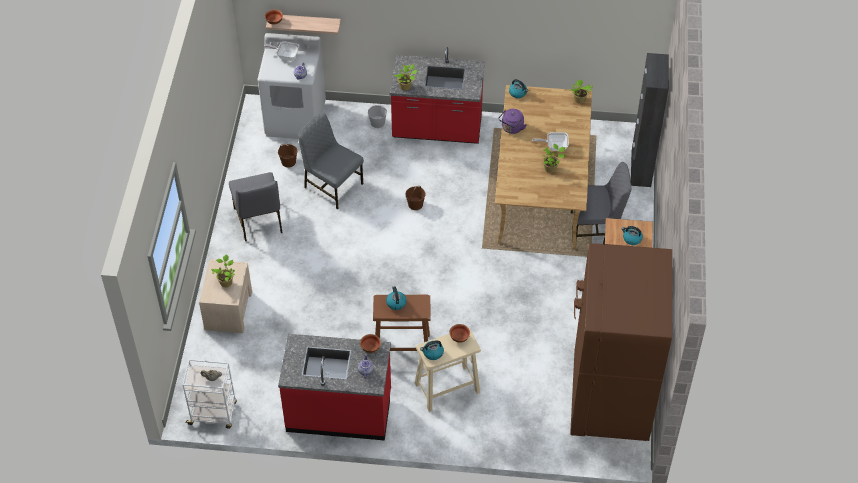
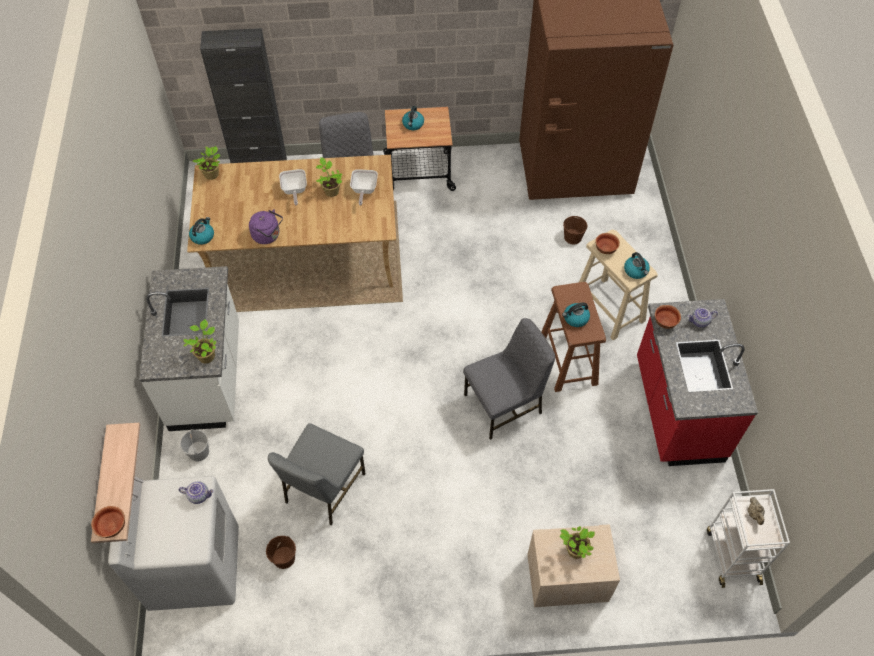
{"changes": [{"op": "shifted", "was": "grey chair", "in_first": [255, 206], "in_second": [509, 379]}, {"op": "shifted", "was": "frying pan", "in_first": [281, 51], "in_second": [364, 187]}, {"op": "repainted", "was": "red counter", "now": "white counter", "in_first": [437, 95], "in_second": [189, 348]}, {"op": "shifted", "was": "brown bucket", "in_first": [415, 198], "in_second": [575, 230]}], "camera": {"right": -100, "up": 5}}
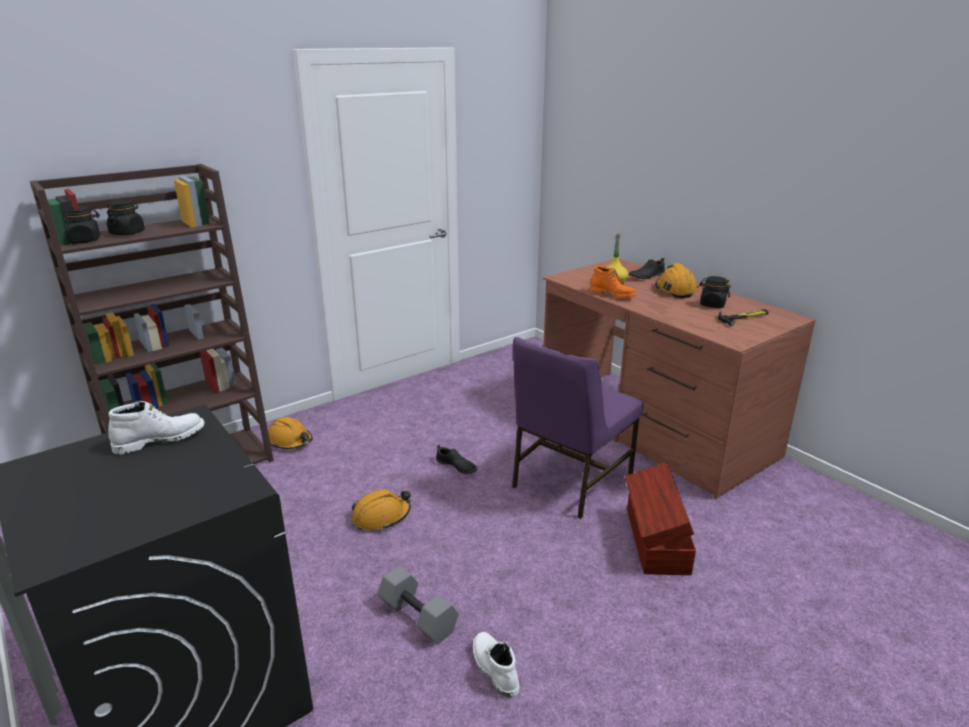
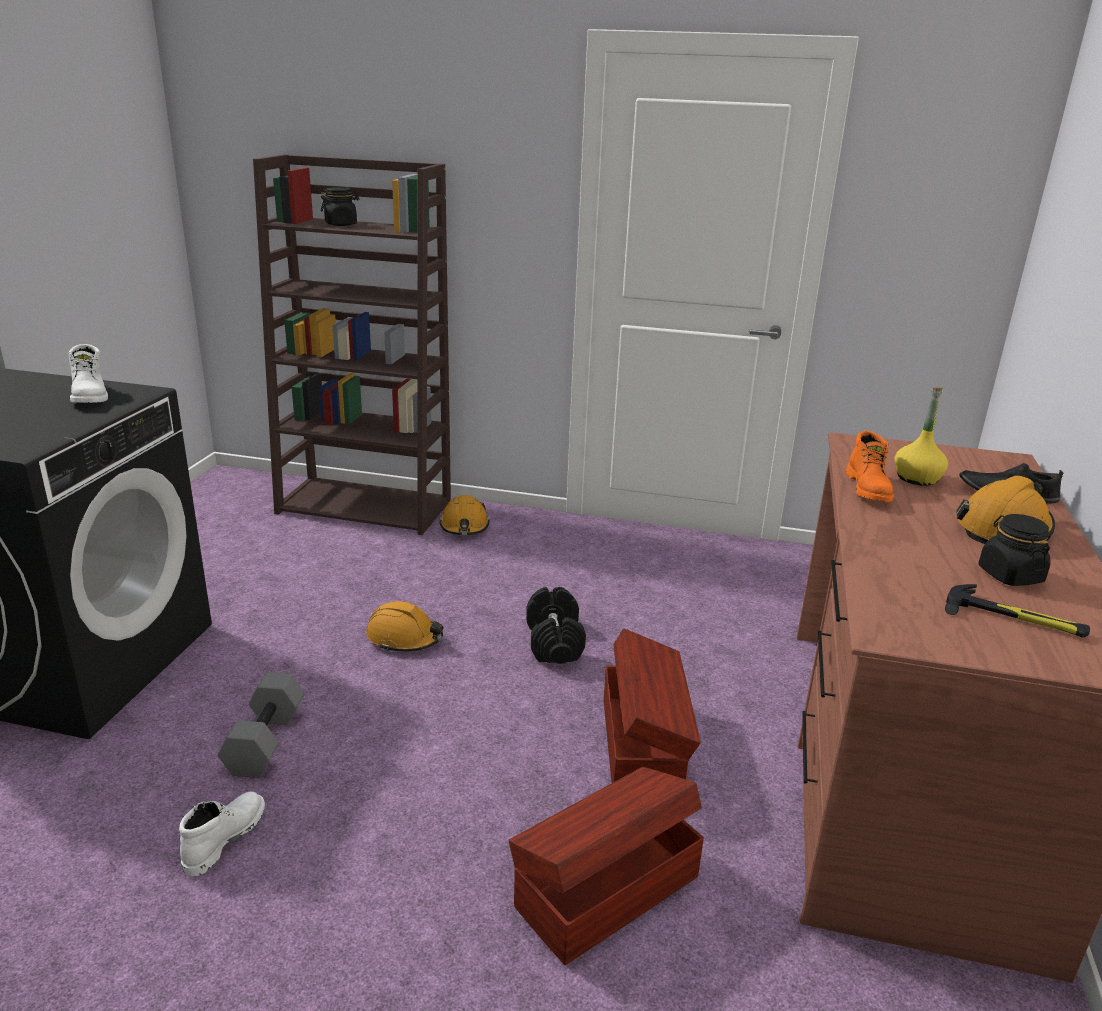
{"changes": [{"op": "gone", "was": "black jar", "in_first": [81, 224]}, {"op": "rotated", "was": "white boot", "in_first": [156, 427], "in_second": [88, 373], "clockwise": 45}, {"op": "swapped", "was": "black shoe", "now": "black dumbbell", "in_first": [456, 459], "in_second": [556, 625]}, {"op": "swapped", "was": "purple chair", "now": "brown storage box", "in_first": [577, 428], "in_second": [652, 705]}], "camera": {"right": 50, "up": 0}}
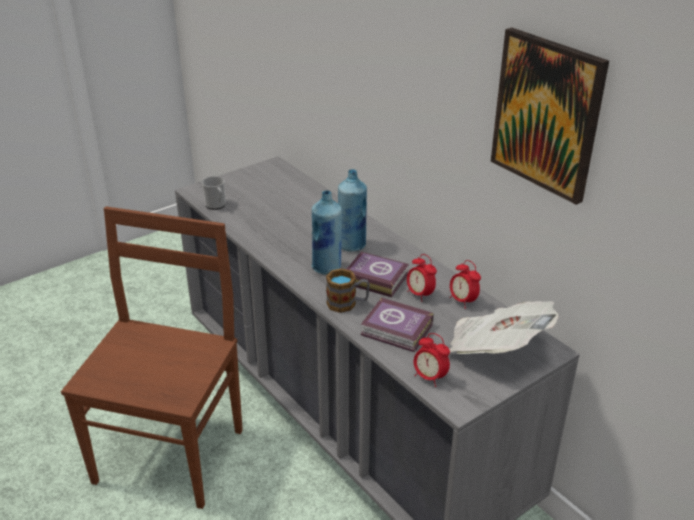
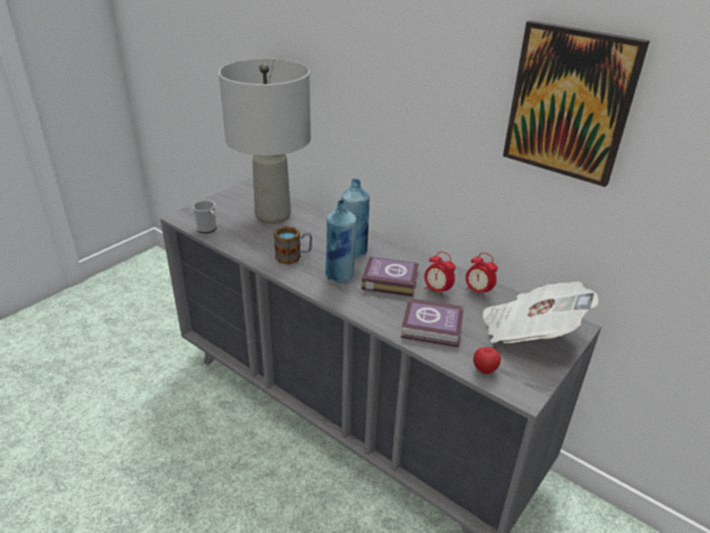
{"changes": [{"op": "gone", "was": "brown chair", "in_first": [152, 358]}, {"op": "shifted", "was": "mug", "in_first": [348, 290], "in_second": [293, 245]}, {"op": "swapped", "was": "alarm clock", "now": "apple", "in_first": [432, 360], "in_second": [487, 360]}, {"op": "new", "now": "grey table lamp", "in_second": [265, 141]}], "camera": {"right": -15, "up": 0}}
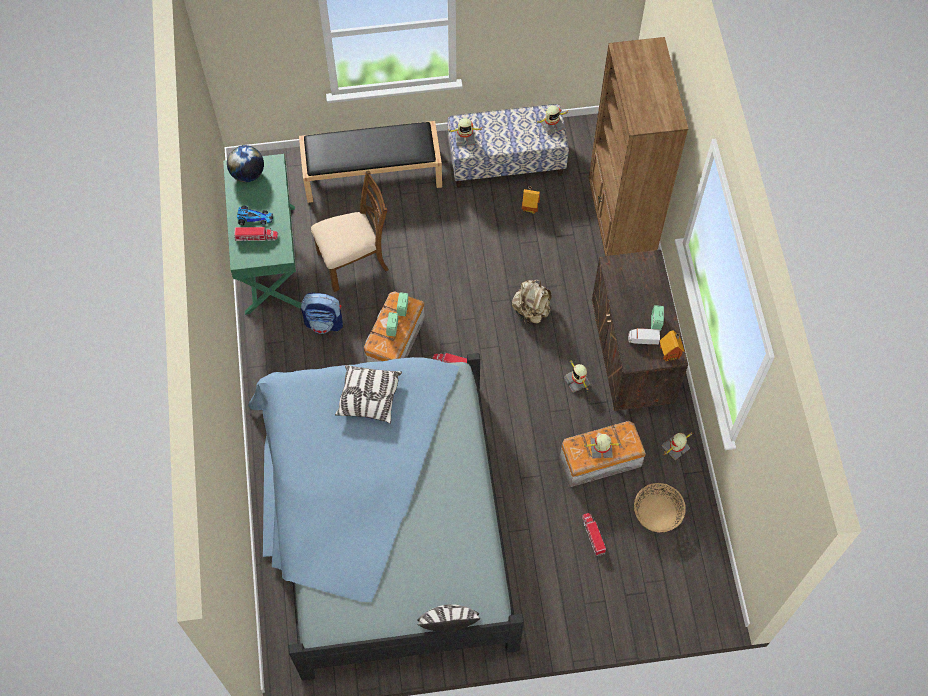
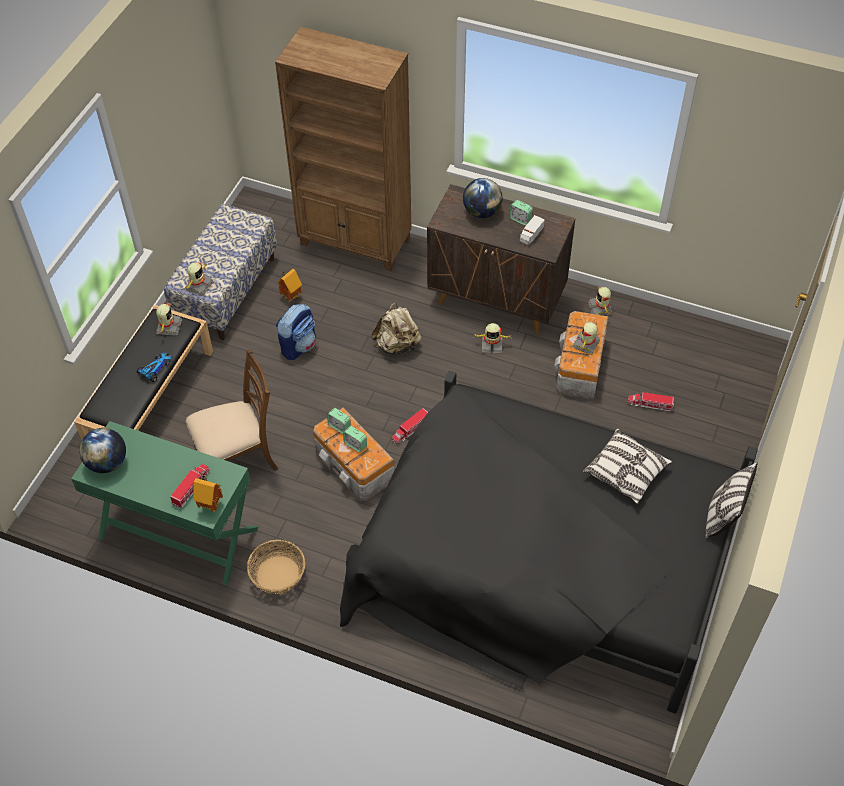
{"changes": [{"op": "shifted", "was": "toy car", "in_first": [255, 215], "in_second": [155, 367]}, {"op": "repainted", "was": "blue bed", "now": "black bed", "in_first": [386, 516], "in_second": [549, 542]}, {"op": "shifted", "was": "backpack", "in_first": [322, 313], "in_second": [296, 332]}, {"op": "rotated", "was": "brown chair", "in_first": [350, 231], "in_second": [232, 410], "clockwise": 60}, {"op": "shifted", "was": "pillow", "in_first": [368, 394], "in_second": [627, 466]}, {"op": "shifted", "was": "toy robot", "in_first": [553, 120], "in_second": [169, 319]}, {"op": "shifted", "was": "basket", "in_first": [660, 508], "in_second": [276, 567]}, {"op": "shifted", "was": "toy house", "in_first": [672, 345], "in_second": [208, 493]}, {"op": "new", "now": "globe", "in_second": [482, 198]}], "camera": {"right": -60, "up": -10}}
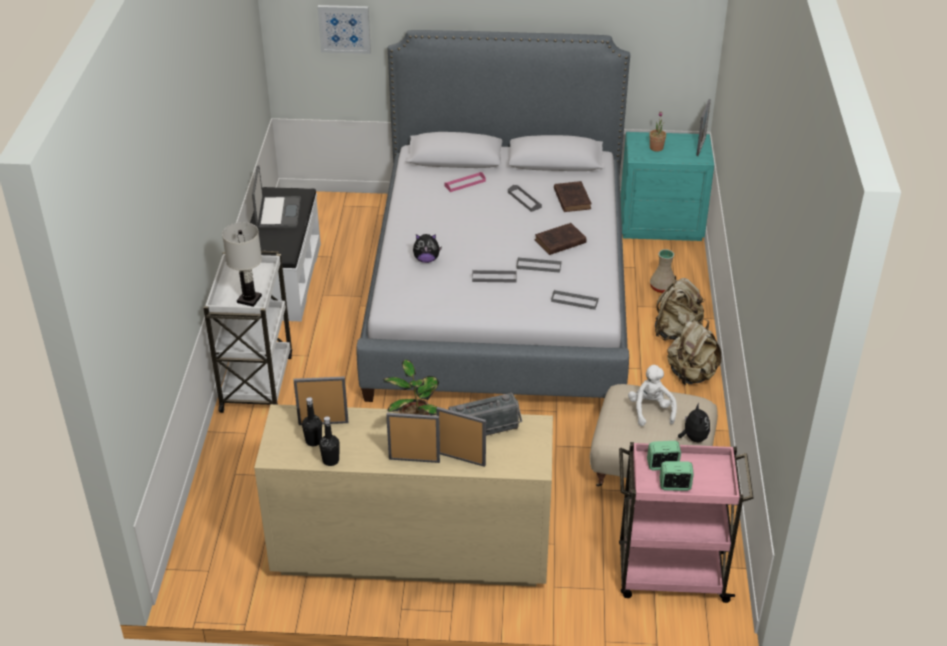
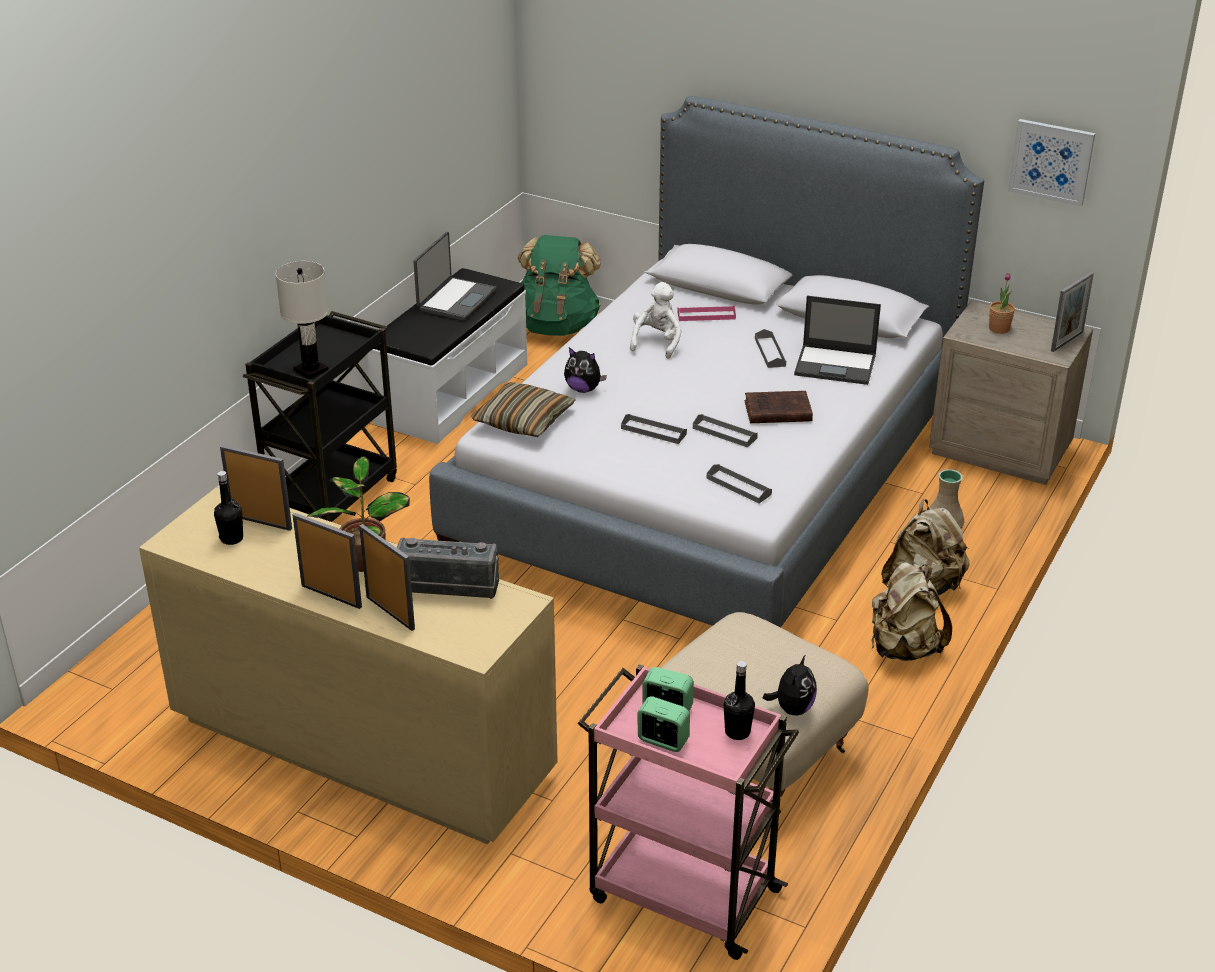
{"changes": [{"op": "repainted", "was": "white cart", "now": "black cart", "in_first": [247, 332], "in_second": [320, 416]}, {"op": "shifted", "was": "picture", "in_first": [344, 29], "in_second": [1051, 163]}, {"op": "shifted", "was": "black bottle", "in_first": [329, 441], "in_second": [739, 700]}, {"op": "swapped", "was": "brown book", "now": "laptop", "in_first": [573, 196], "in_second": [837, 340]}, {"op": "repainted", "was": "turquoise nightstand", "now": "beige nightstand", "in_first": [667, 186], "in_second": [1011, 393]}, {"op": "shifted", "was": "white plush toy", "in_first": [652, 395], "in_second": [655, 320]}, {"op": "new", "now": "pillow", "in_second": [523, 409]}, {"op": "new", "now": "green backpack", "in_second": [559, 285]}], "camera": {"right": 25, "up": -5}}
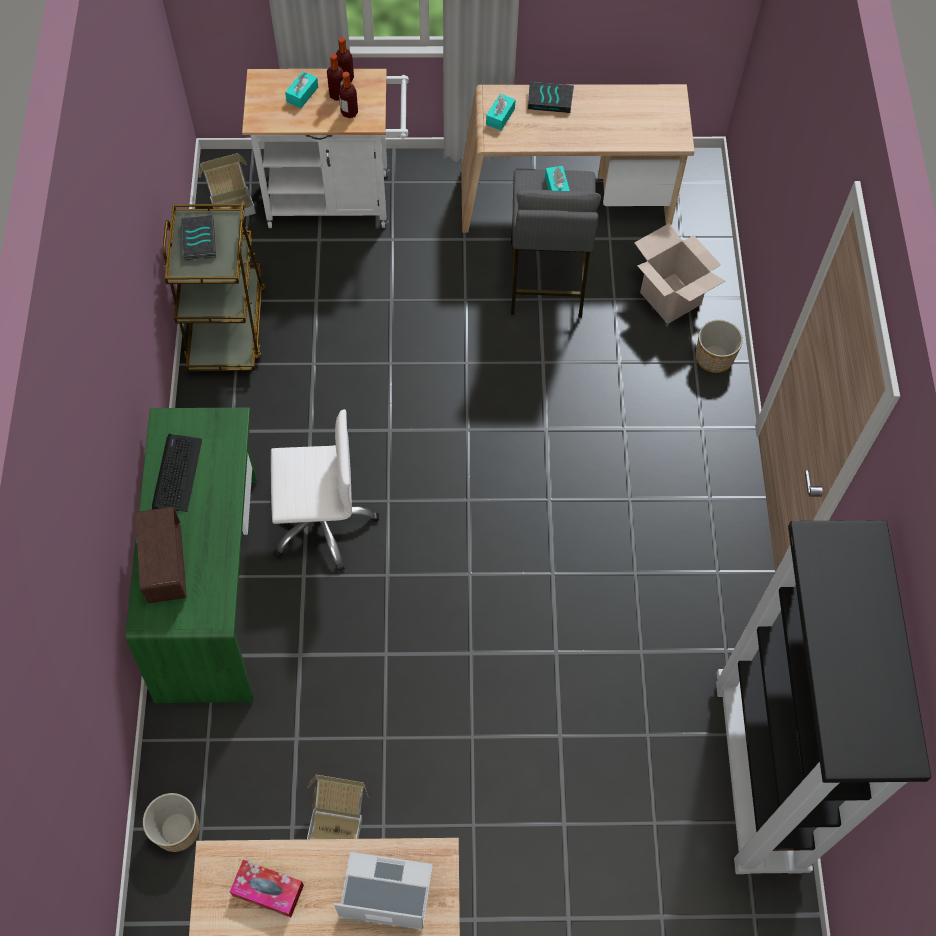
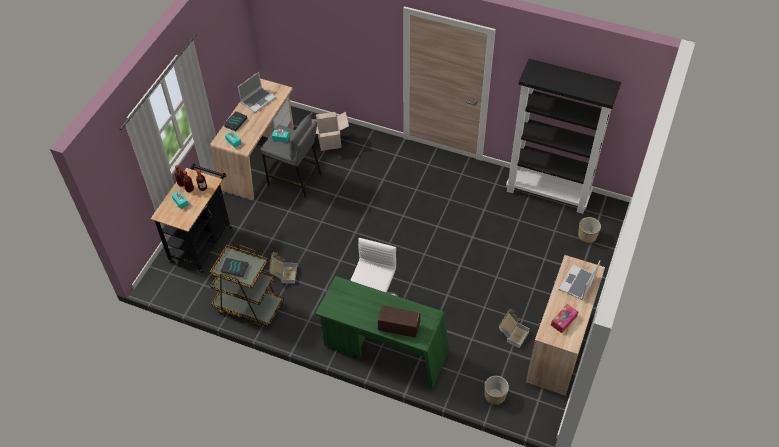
{"changes": [{"op": "gone", "was": "keyboard", "in_first": [177, 473]}, {"op": "shifted", "was": "cardboard box", "in_first": [227, 185], "in_second": [283, 268]}, {"op": "repainted", "was": "white cart", "now": "black cart", "in_first": [325, 148], "in_second": [191, 218]}, {"op": "shifted", "was": "planter", "in_first": [719, 346], "in_second": [589, 230]}, {"op": "new", "now": "laptop", "in_second": [257, 92]}], "camera": {"right": -65, "up": -10}}
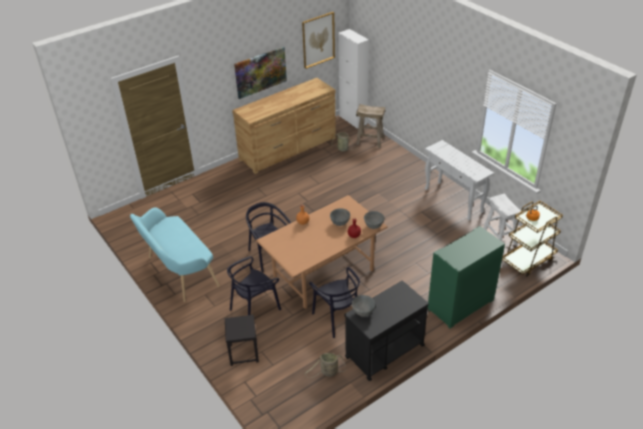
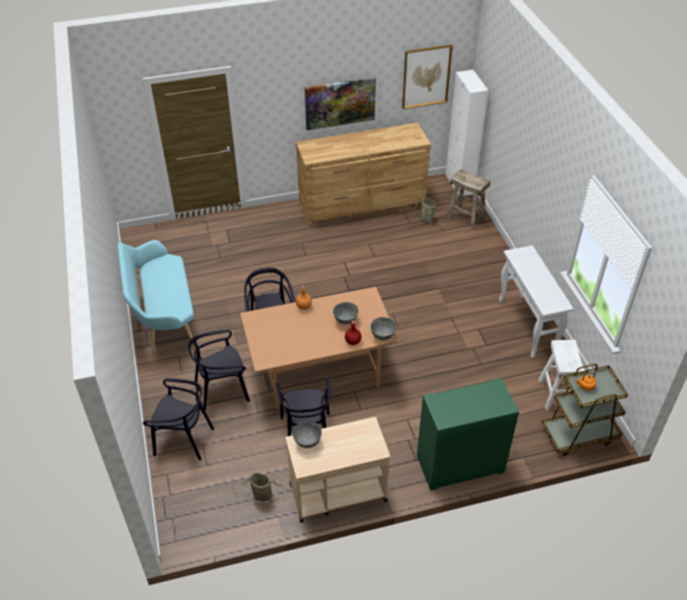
{"changes": [{"op": "swapped", "was": "black stool", "now": "black chair", "in_first": [242, 340], "in_second": [178, 419]}, {"op": "repainted", "was": "black cart", "now": "beige cart", "in_first": [386, 331], "in_second": [337, 470]}], "camera": {"right": 20, "up": 5}}
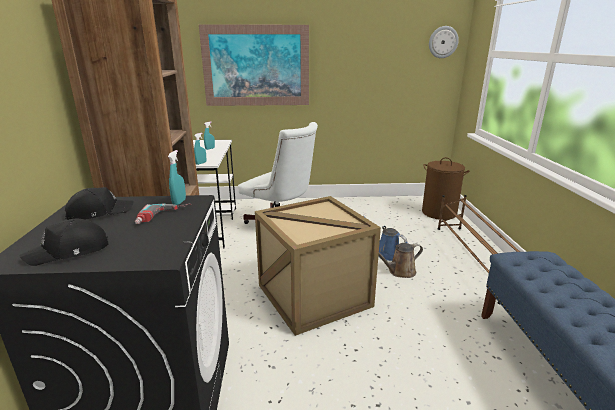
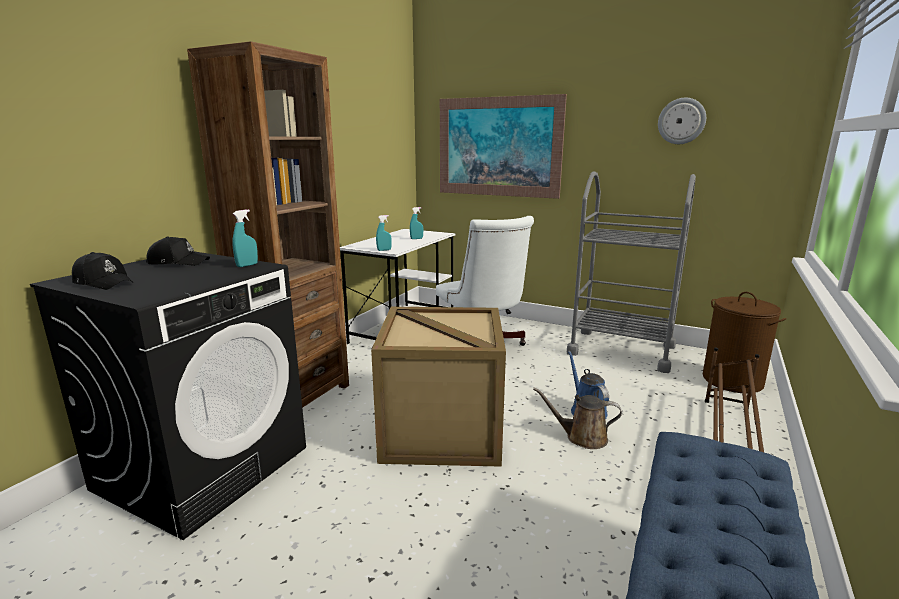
{"changes": [{"op": "rotated", "was": "black cap", "in_first": [63, 242], "in_second": [102, 271], "clockwise": -150}, {"op": "gone", "was": "power drill", "in_first": [163, 213]}, {"op": "shifted", "was": "wall clock", "in_first": [444, 42], "in_second": [682, 121]}, {"op": "new", "now": "grey cart", "in_second": [631, 272]}], "camera": {"right": 30, "up": -5}}
